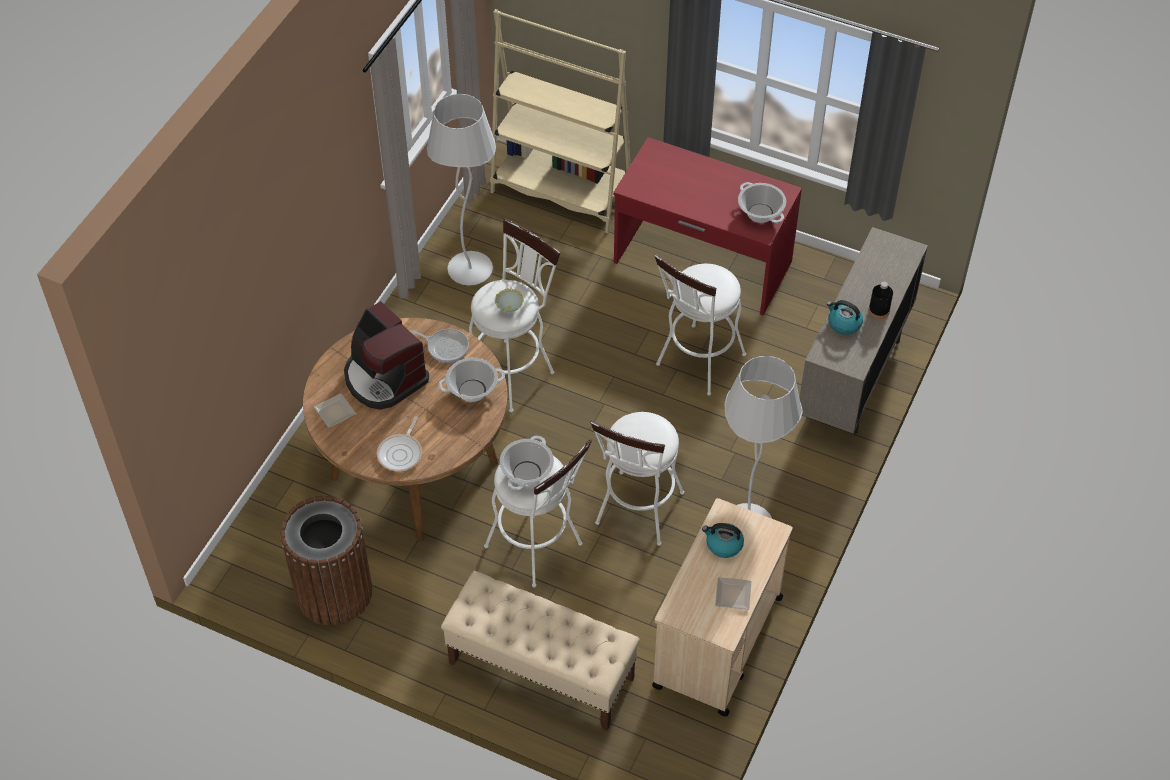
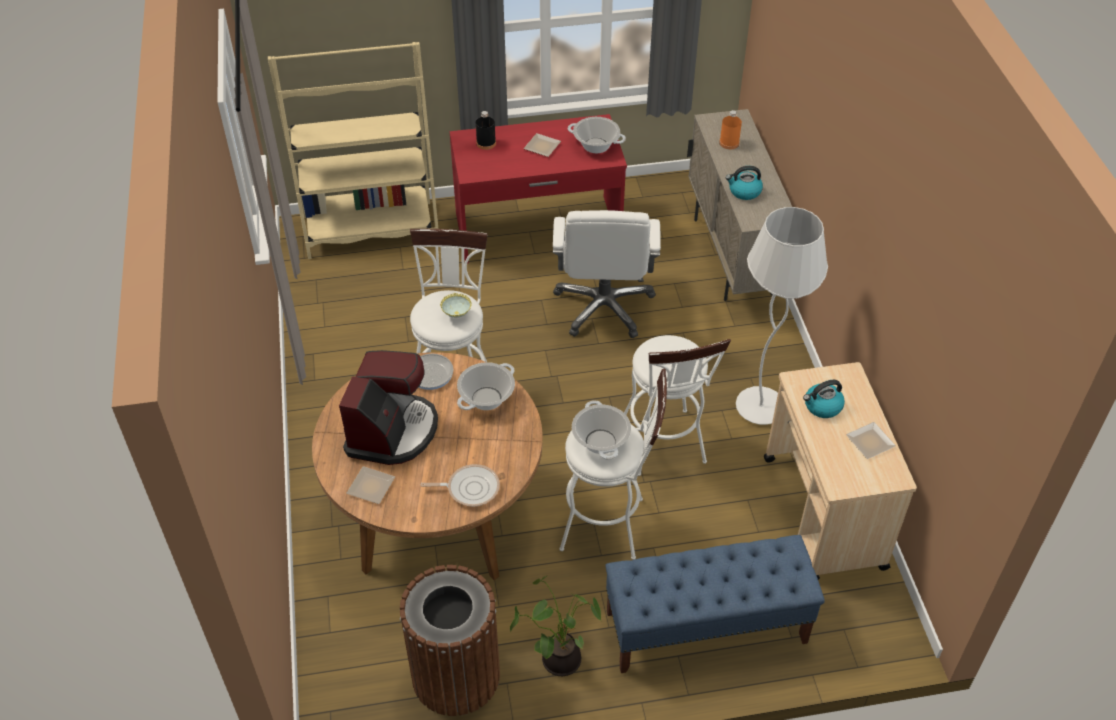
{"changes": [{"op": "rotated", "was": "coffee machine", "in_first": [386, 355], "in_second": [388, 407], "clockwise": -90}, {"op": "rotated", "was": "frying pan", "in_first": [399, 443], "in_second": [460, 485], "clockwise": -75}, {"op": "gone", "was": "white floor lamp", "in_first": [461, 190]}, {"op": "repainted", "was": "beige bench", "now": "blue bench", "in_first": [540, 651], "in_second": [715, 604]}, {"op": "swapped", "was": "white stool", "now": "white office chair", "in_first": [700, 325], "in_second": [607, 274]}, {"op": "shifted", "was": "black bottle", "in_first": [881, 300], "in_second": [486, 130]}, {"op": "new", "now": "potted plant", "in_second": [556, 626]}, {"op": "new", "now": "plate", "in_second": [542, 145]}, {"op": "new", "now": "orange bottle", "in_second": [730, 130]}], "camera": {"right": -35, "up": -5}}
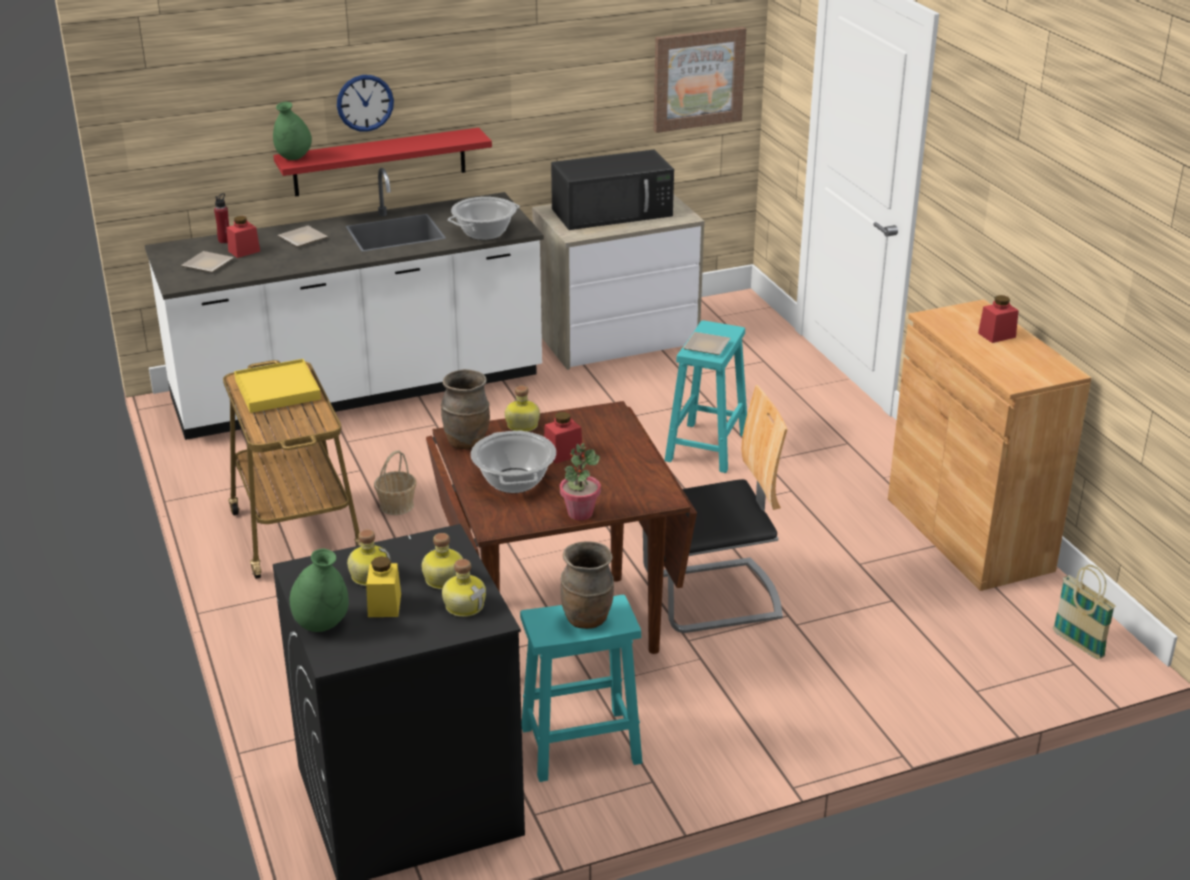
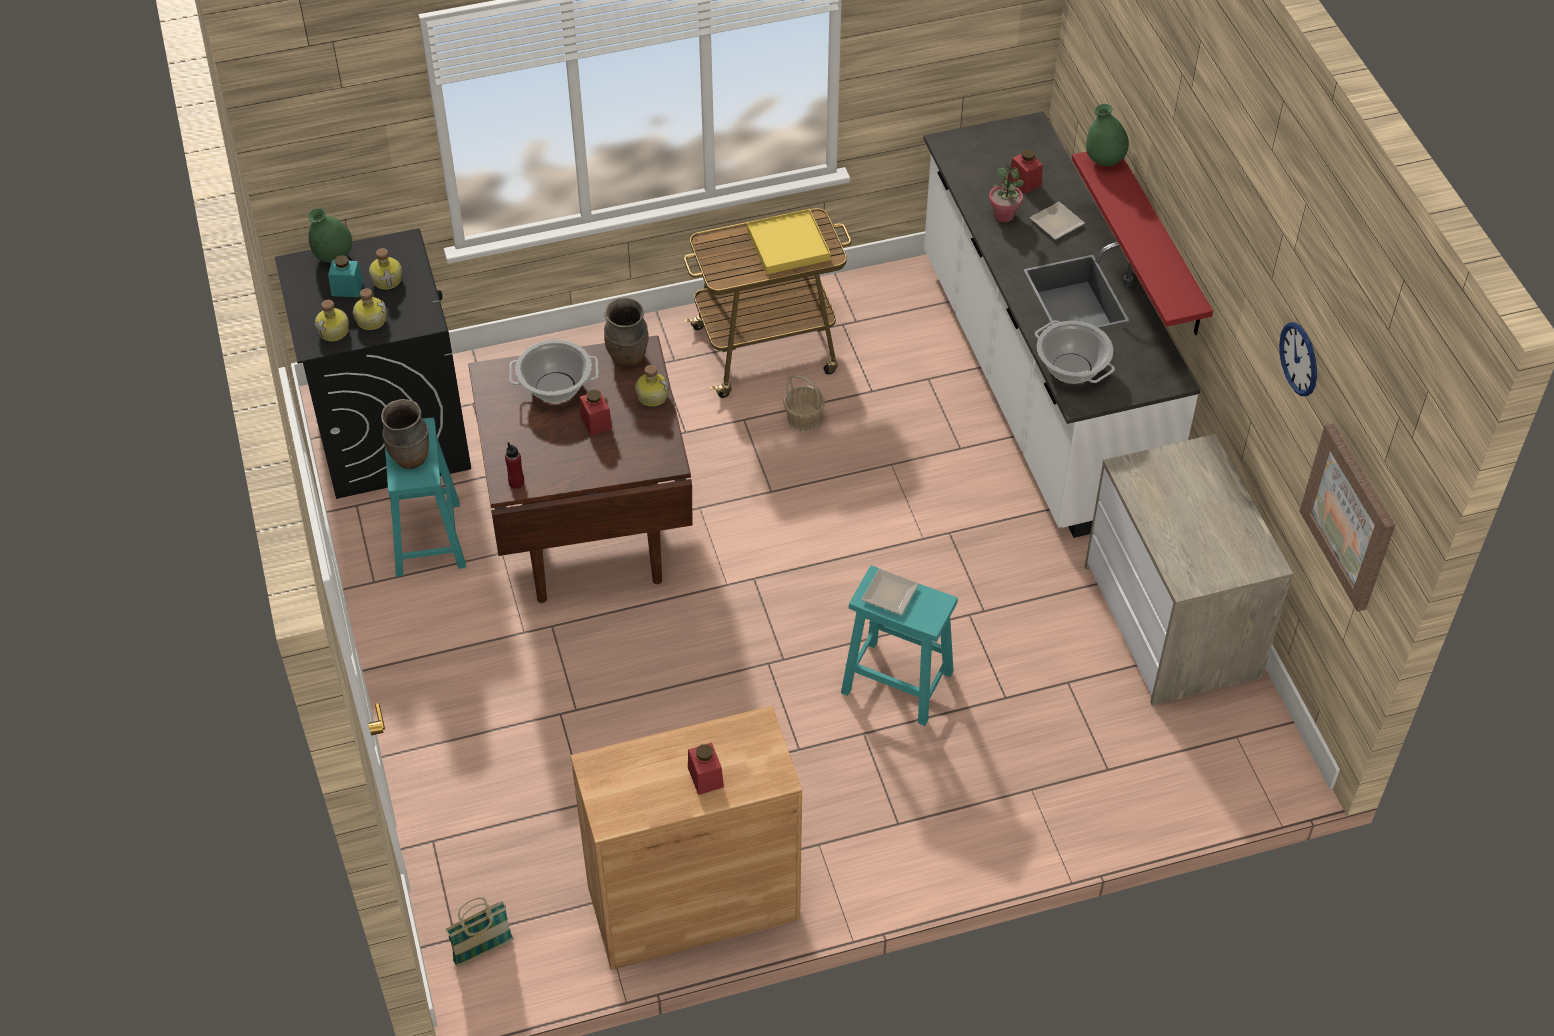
{"changes": [{"op": "gone", "was": "plate", "in_first": [207, 261]}, {"op": "shifted", "was": "red bottle", "in_first": [221, 218], "in_second": [514, 465]}, {"op": "shifted", "was": "wall clock", "in_first": [365, 103], "in_second": [1298, 359]}, {"op": "repainted", "was": "yellow jar", "now": "turquoise jar", "in_first": [383, 586], "in_second": [345, 276]}, {"op": "gone", "was": "black microwave", "in_first": [612, 190]}, {"op": "shifted", "was": "potted plant", "in_first": [580, 481], "in_second": [1006, 193]}, {"op": "gone", "was": "chair", "in_first": [715, 509]}], "camera": {"right": 95, "up": 20}}
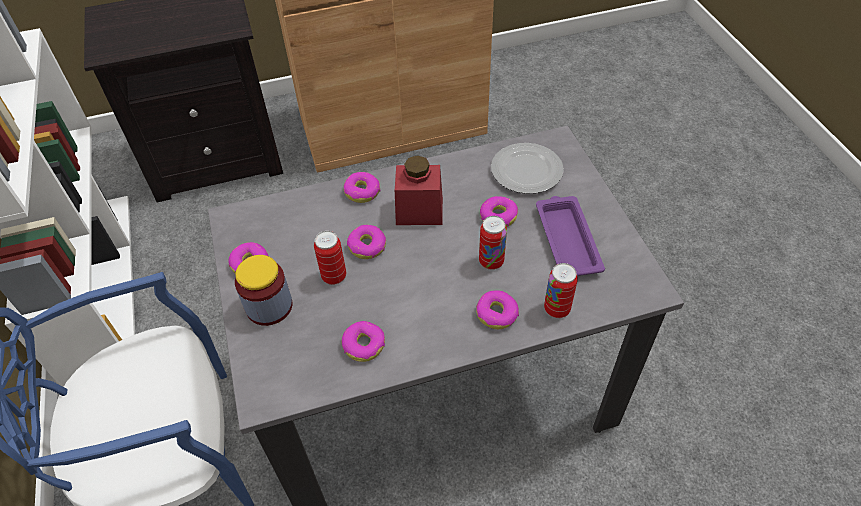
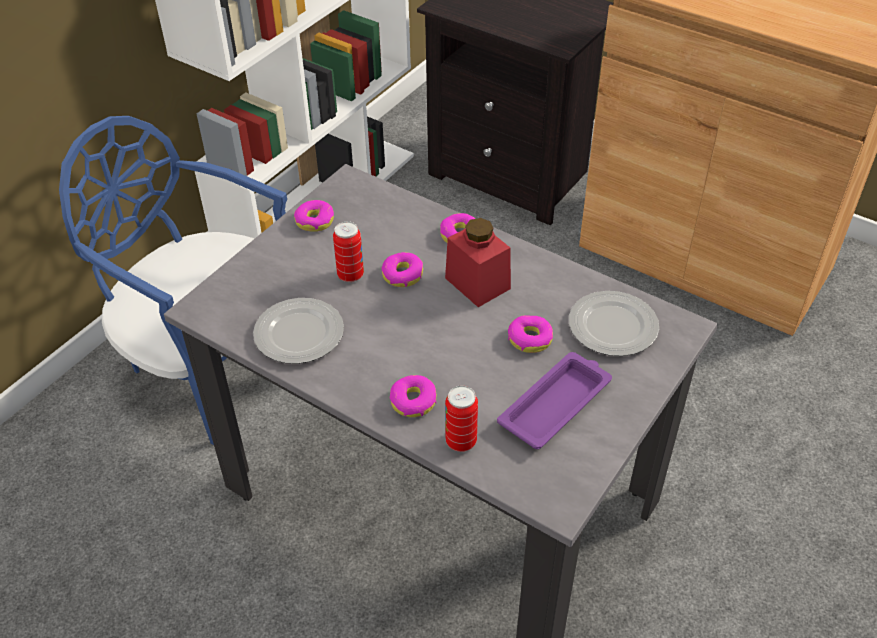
{"changes": [{"op": "gone", "was": "jar", "in_first": [263, 290]}, {"op": "swapped", "was": "donut", "now": "plate", "in_first": [363, 341], "in_second": [298, 331]}, {"op": "gone", "was": "can", "in_first": [493, 243]}], "camera": {"right": 50, "up": -5}}
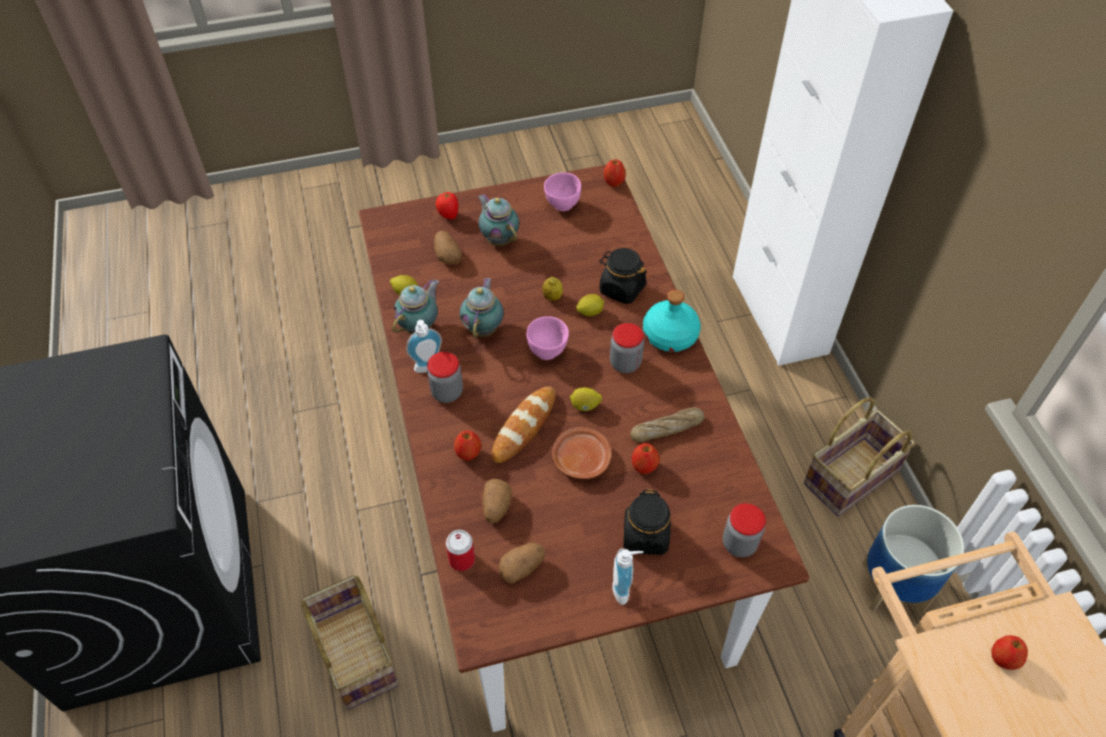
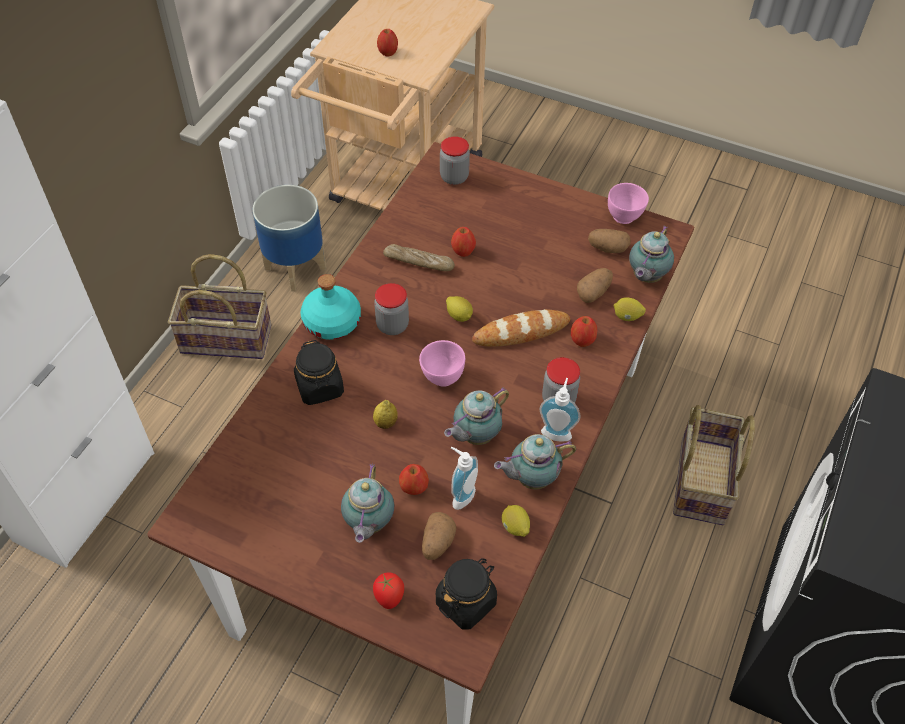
{"changes": [{"op": "swapped", "was": "can", "now": "teapot", "in_first": [460, 550], "in_second": [651, 254]}, {"op": "shifted", "was": "pink bowl", "in_first": [562, 191], "in_second": [628, 203]}, {"op": "gone", "was": "brown plate", "in_first": [582, 453]}, {"op": "shifted", "was": "lemon", "in_first": [590, 305], "in_second": [630, 309]}, {"op": "shifted", "was": "apple", "in_first": [615, 173], "in_second": [414, 479]}, {"op": "shifted", "was": "soap dispenser", "in_first": [628, 576], "in_second": [464, 478]}, {"op": "shifted", "was": "black jar", "in_first": [647, 522], "in_second": [466, 594]}], "camera": {"right": -140, "up": 0}}
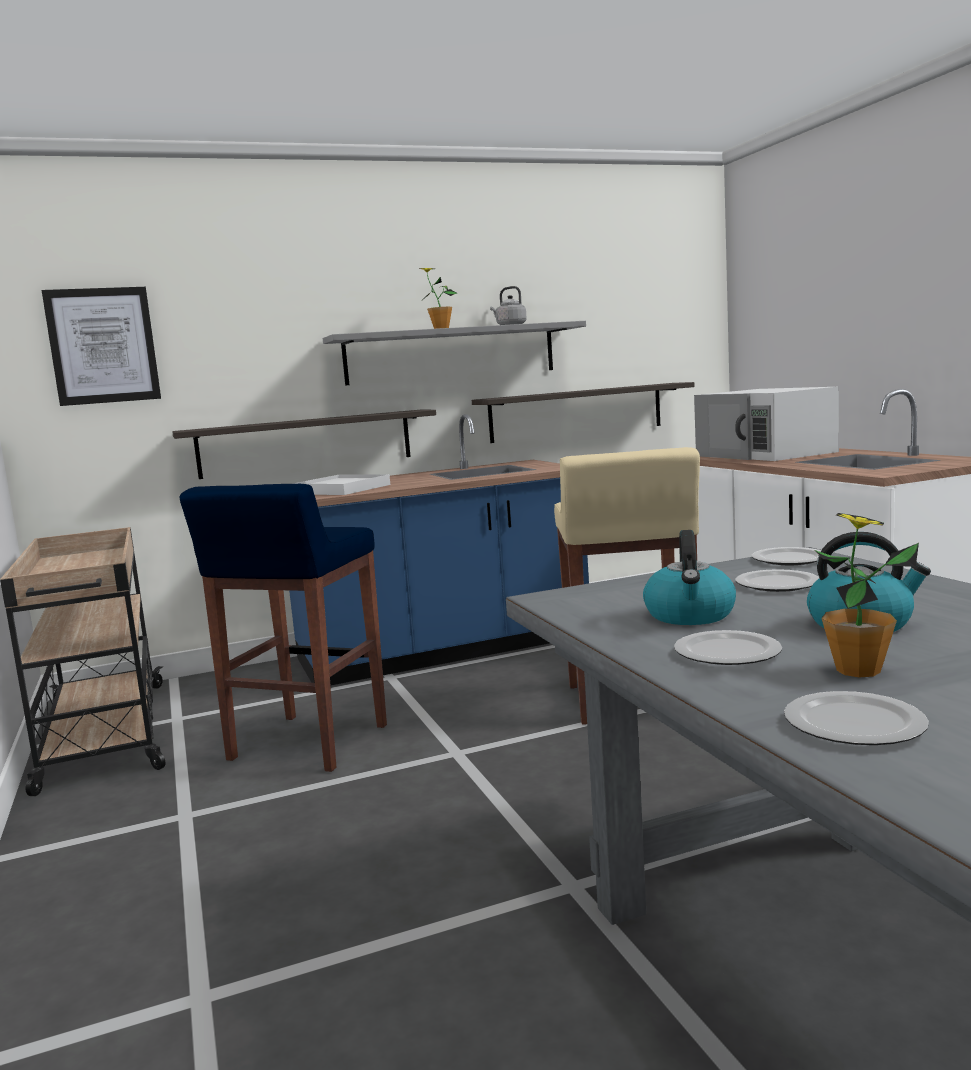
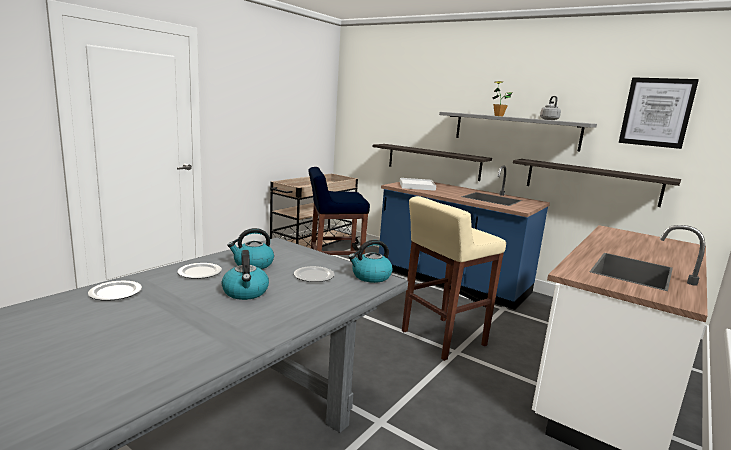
{"changes": [{"op": "shifted", "was": "picture", "in_first": [101, 346], "in_second": [659, 113]}, {"op": "gone", "was": "white microwave", "in_first": [766, 424]}, {"op": "swapped", "was": "plate", "now": "kettle", "in_first": [786, 556], "in_second": [370, 261]}, {"op": "gone", "was": "potted plant", "in_first": [866, 595]}], "camera": {"right": 55, "up": 5}}
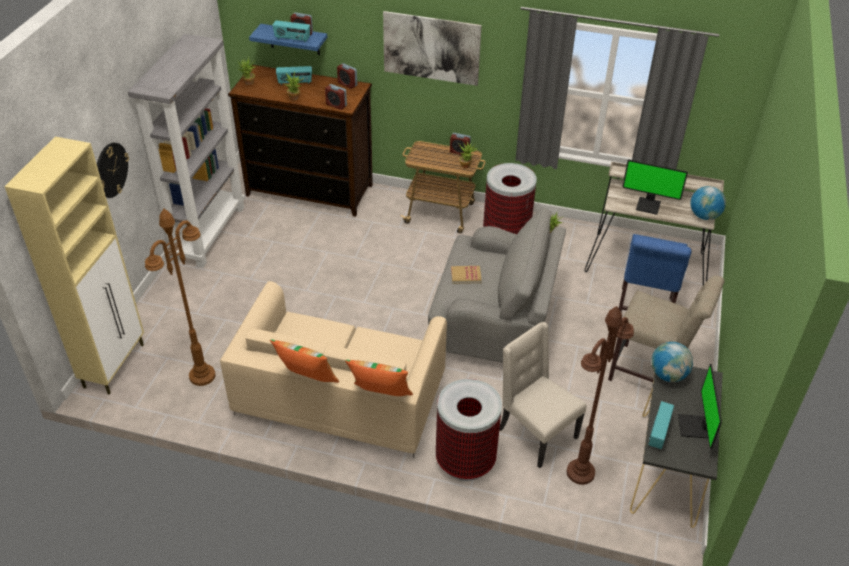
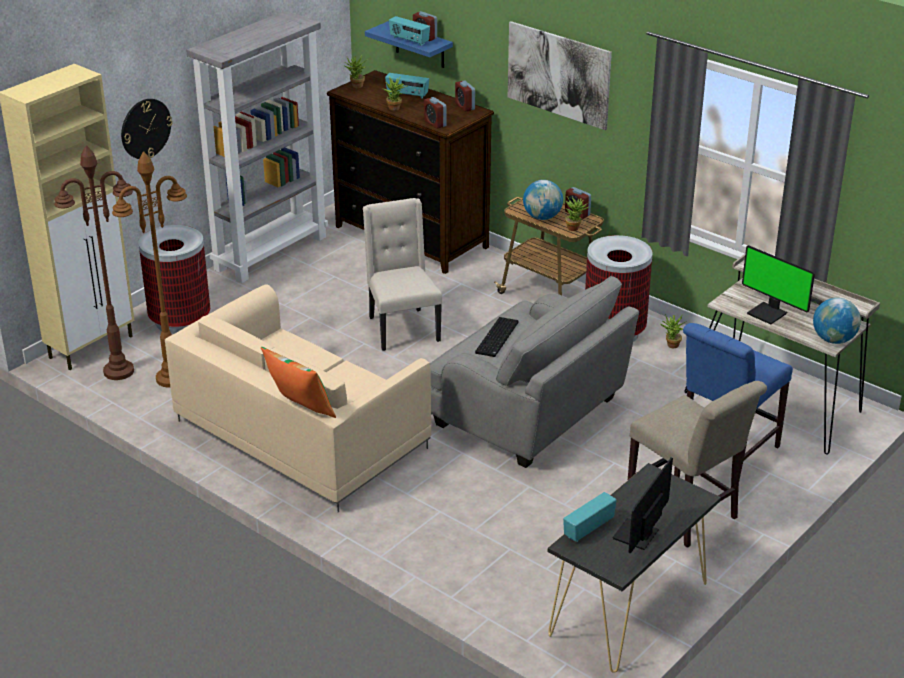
{"changes": [{"op": "gone", "was": "pillow", "in_first": [304, 361]}, {"op": "shifted", "was": "trash can", "in_first": [469, 430], "in_second": [174, 279]}, {"op": "swapped", "was": "book", "now": "keyboard", "in_first": [466, 275], "in_second": [497, 337]}, {"op": "shifted", "was": "beige chair", "in_first": [543, 395], "in_second": [402, 274]}, {"op": "shifted", "was": "brown floor lamp", "in_first": [600, 395], "in_second": [94, 262]}, {"op": "shifted", "was": "globe", "in_first": [672, 362], "in_second": [543, 200]}], "camera": {"right": 25, "up": -10}}
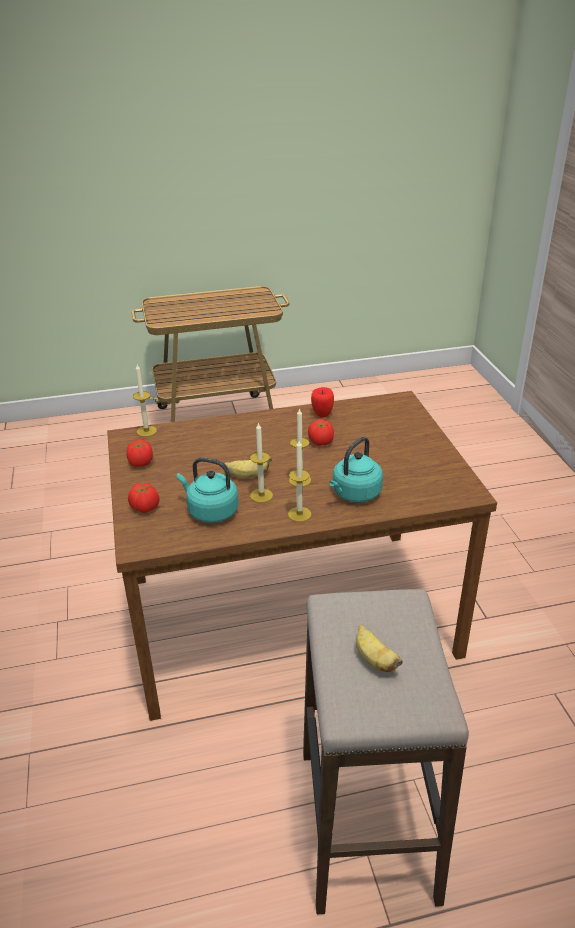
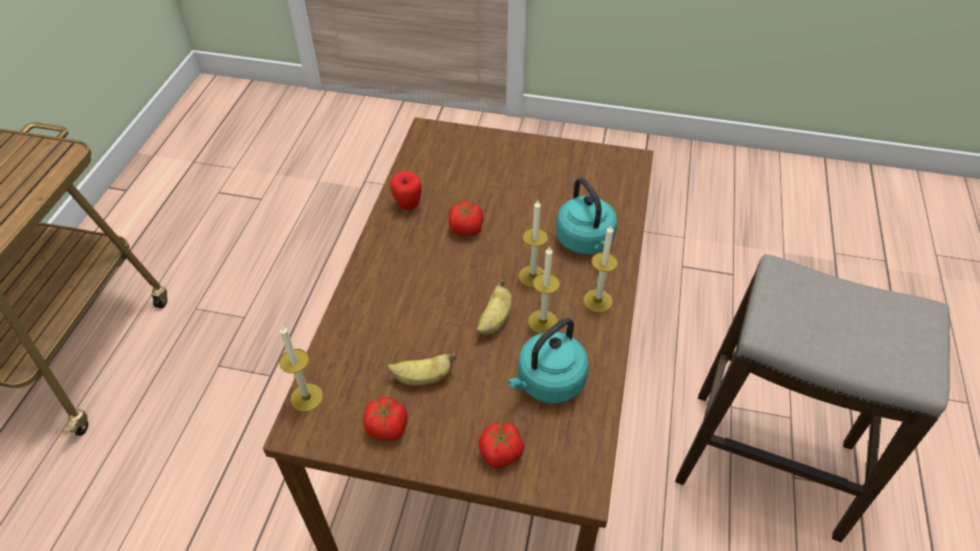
{"changes": [{"op": "shifted", "was": "banana", "in_first": [379, 648], "in_second": [421, 369]}], "camera": {"right": -65, "up": 15}}
